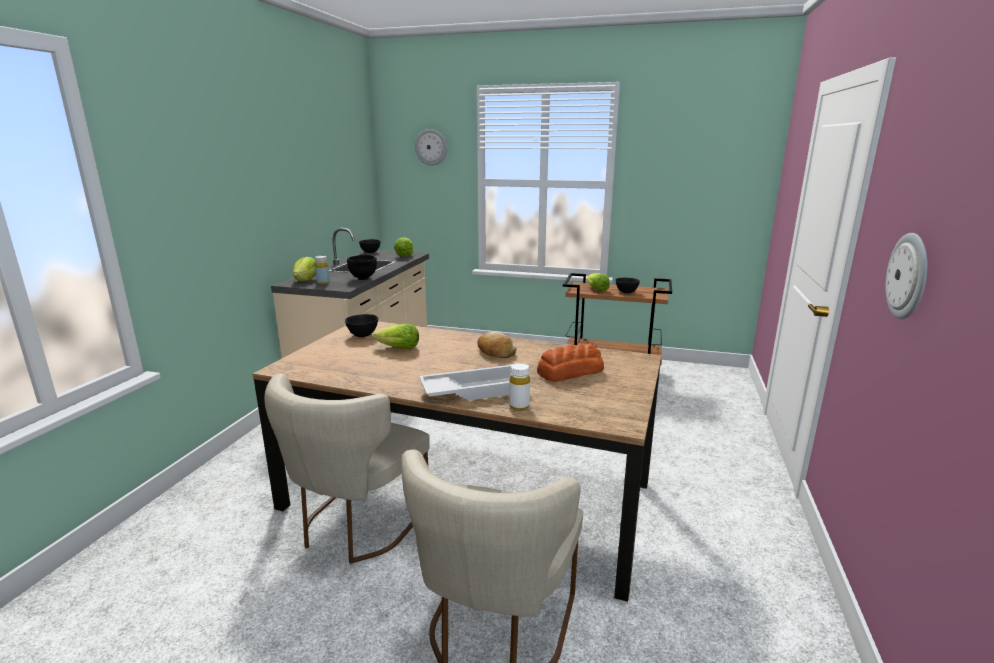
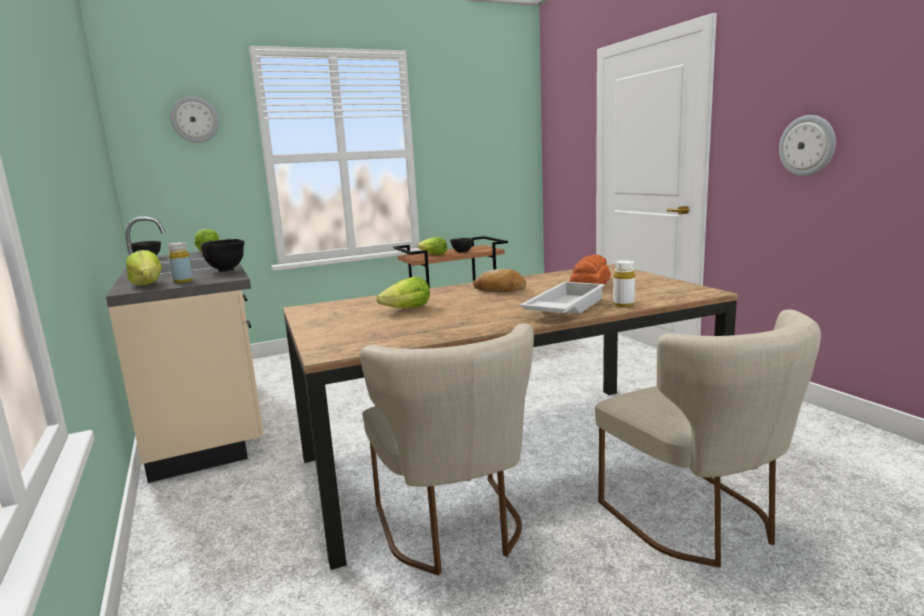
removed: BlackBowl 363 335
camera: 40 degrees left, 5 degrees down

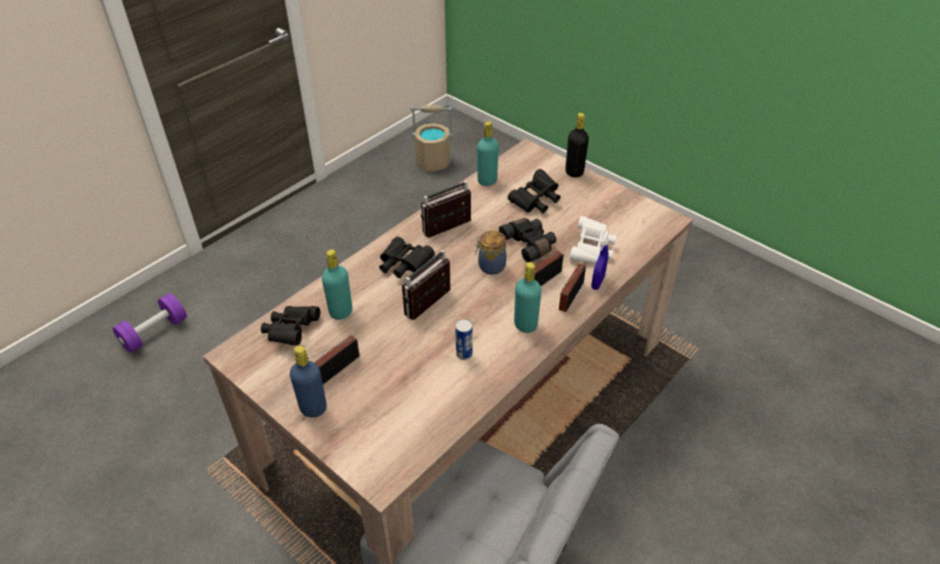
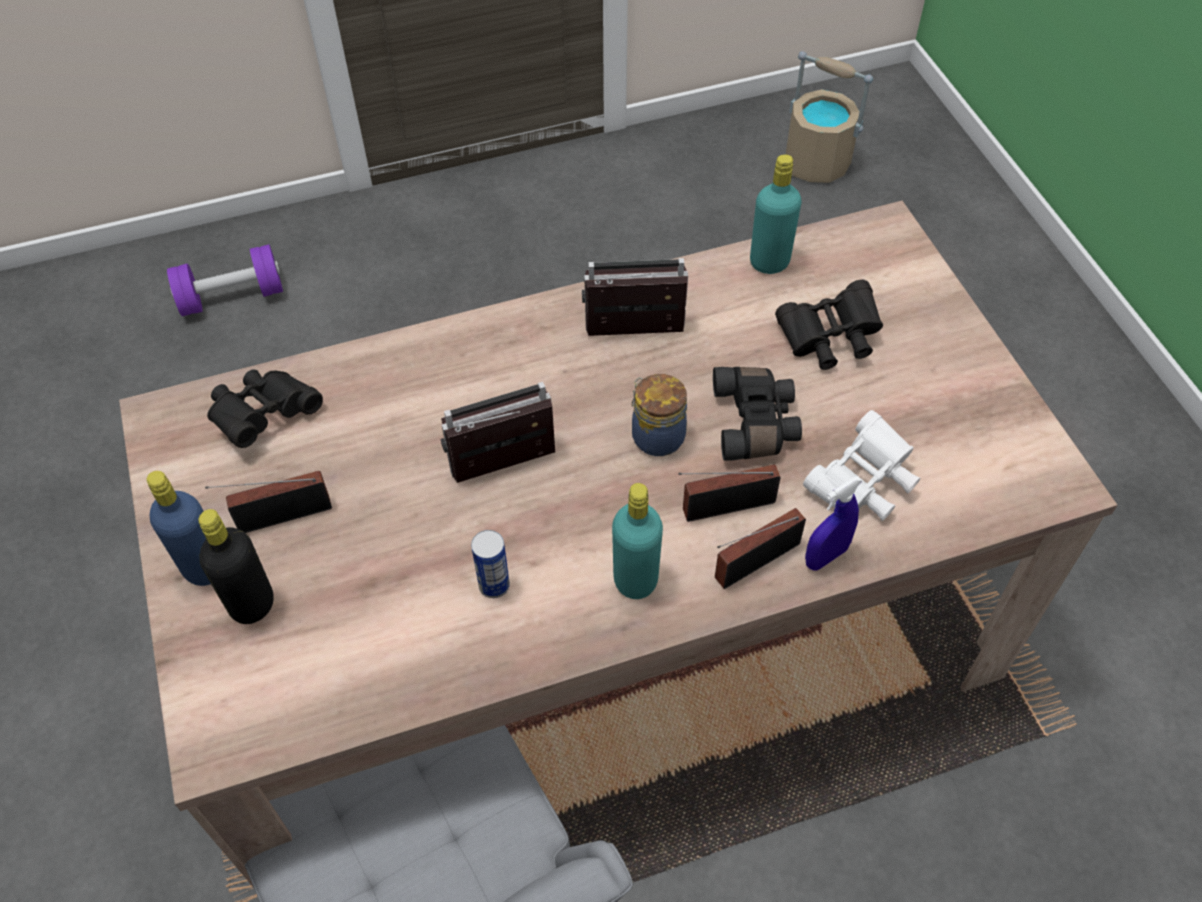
removed: BlackBinoculars 403 265; TurquoiseBottle 341 312
moved: BlackBottle 574 172 to 252 604
camera: 30 degrees right, 10 degrees up

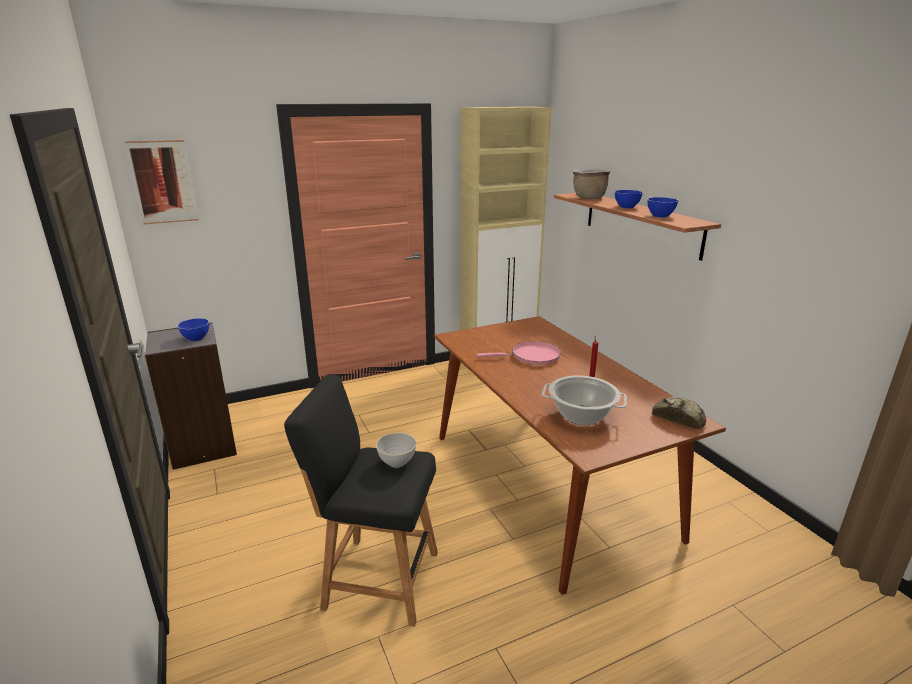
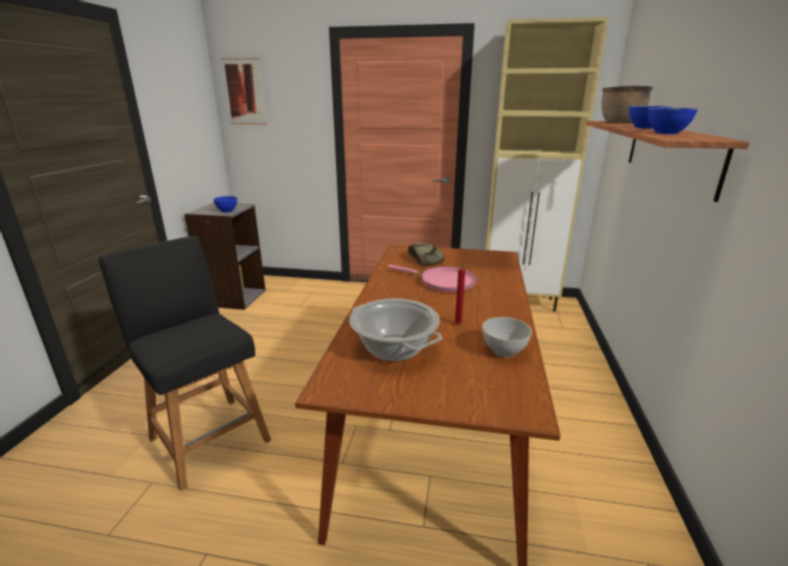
moved: Bread 679 417 to 425 259; GreyBowl 397 462 to 504 351
camera: 35 degrees right, 0 degrees up

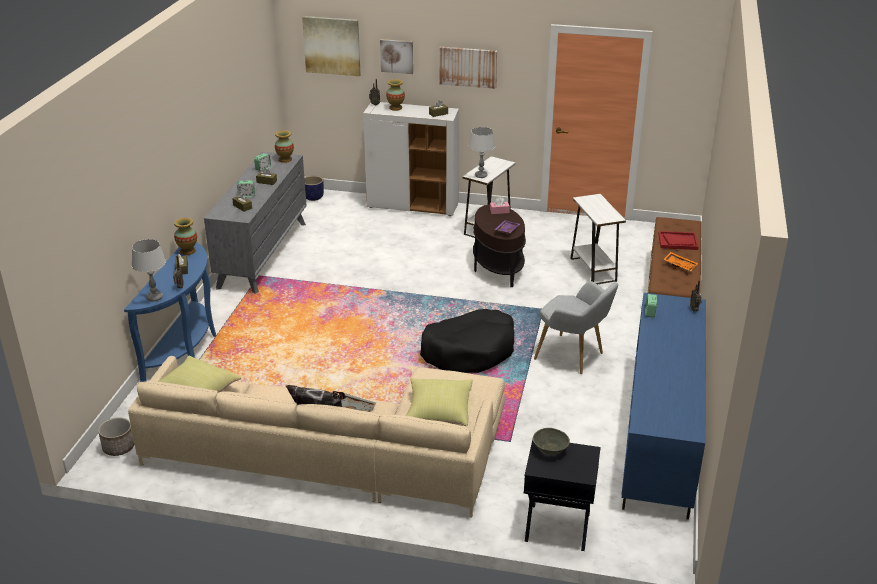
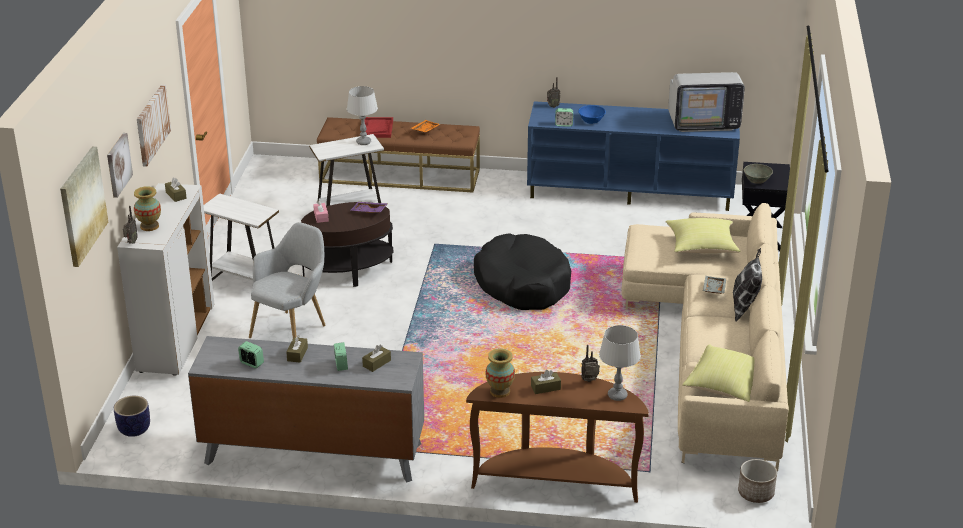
removed: Vase 285 159
added: Television 703 123; BlueBowl 591 120
moved: GreyTableLamp 481 175 to 363 142; GreyArmchair 573 357 to 293 330
recoloured: BlueConsoleTable 186 348 to BrownConsoleTable 556 481
camera: 95 degrees left, 0 degrees up

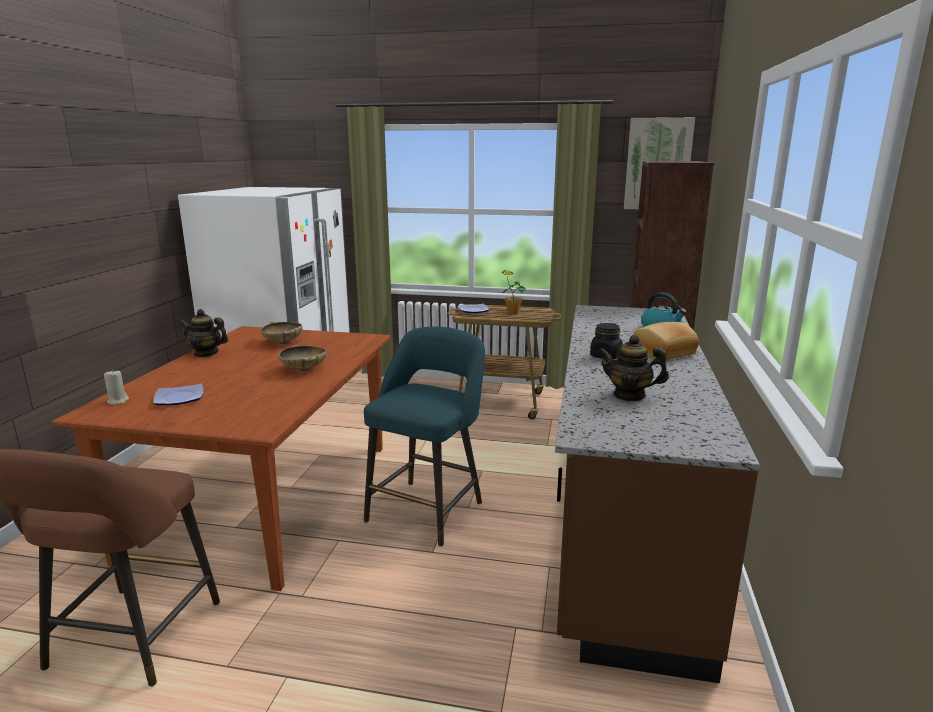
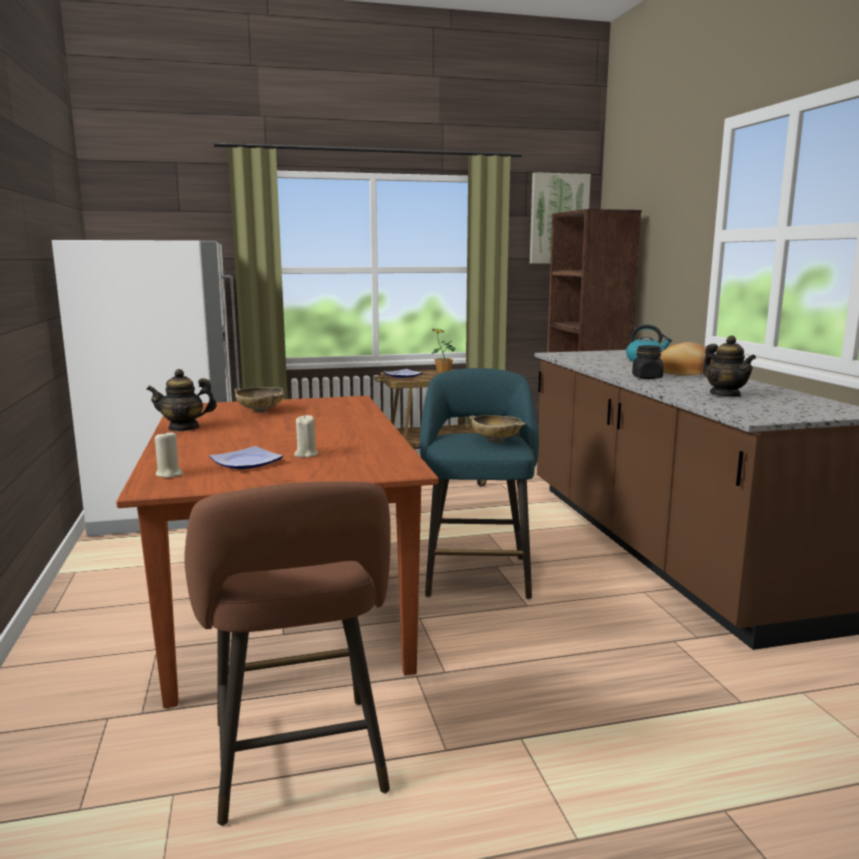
added: BeigeCandle 306 454
moved: BeigeBowl 304 369 to 496 440
turned: Teapot 629 395 = 725 395 105 degrees counterclockwise
camera: 25 degrees left, 5 degrees down

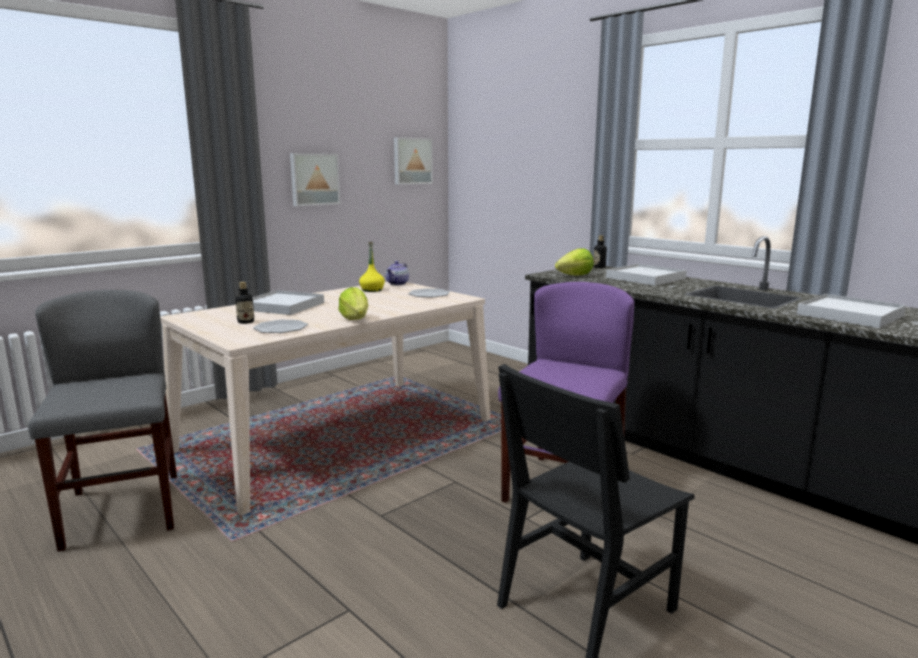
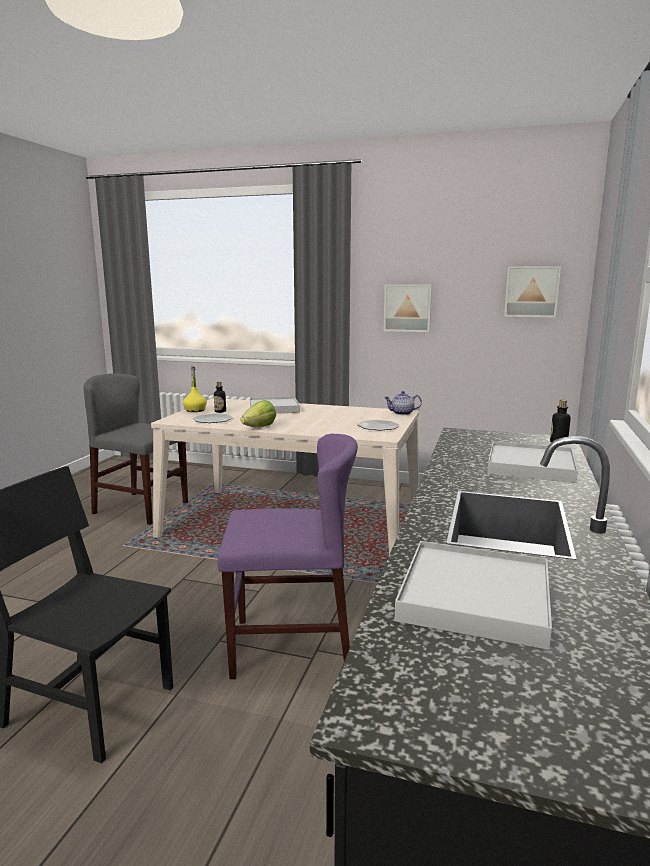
removed: Lettuce 575 275
moved: YellowBottle 372 290 to 195 410
turned: GreyChair 123 510 = 141 508 105 degrees counterclockwise
camera: 60 degrees right, 0 degrees up

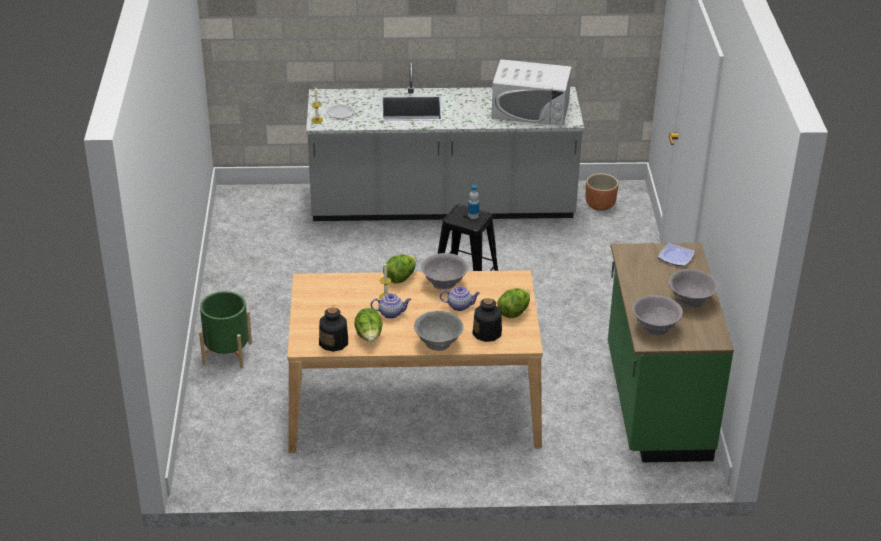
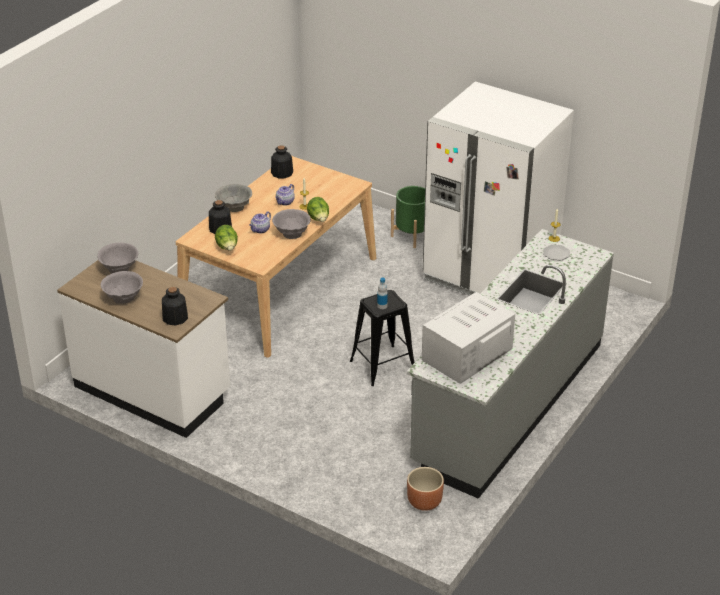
removed: Lettuce 369 337
added: WhiteFridge 490 275
replaced: Plate 676 257 to Bottle 175 318
recoloured: GreenCounter 655 404 to WhiteCounter 153 390
camera: 125 degrees right, 0 degrees up

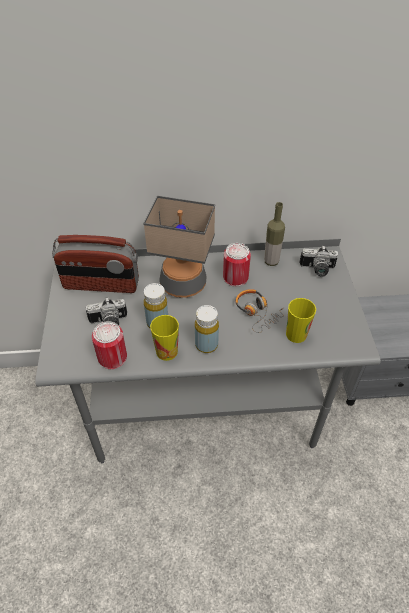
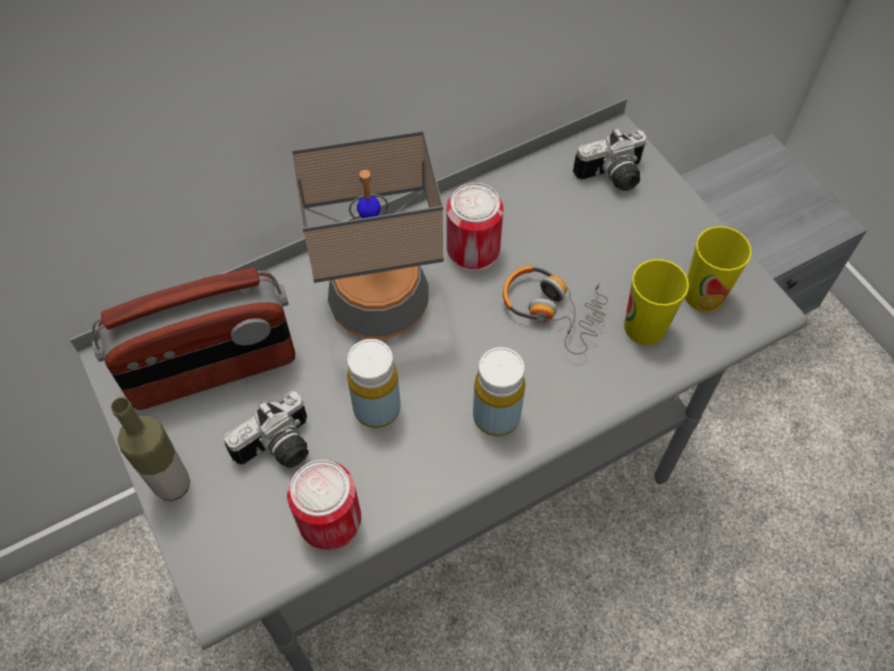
moved: Bottle 271 261 to 172 485; Cup 167 351 to 704 294
camera: 25 degrees left, 10 degrees up

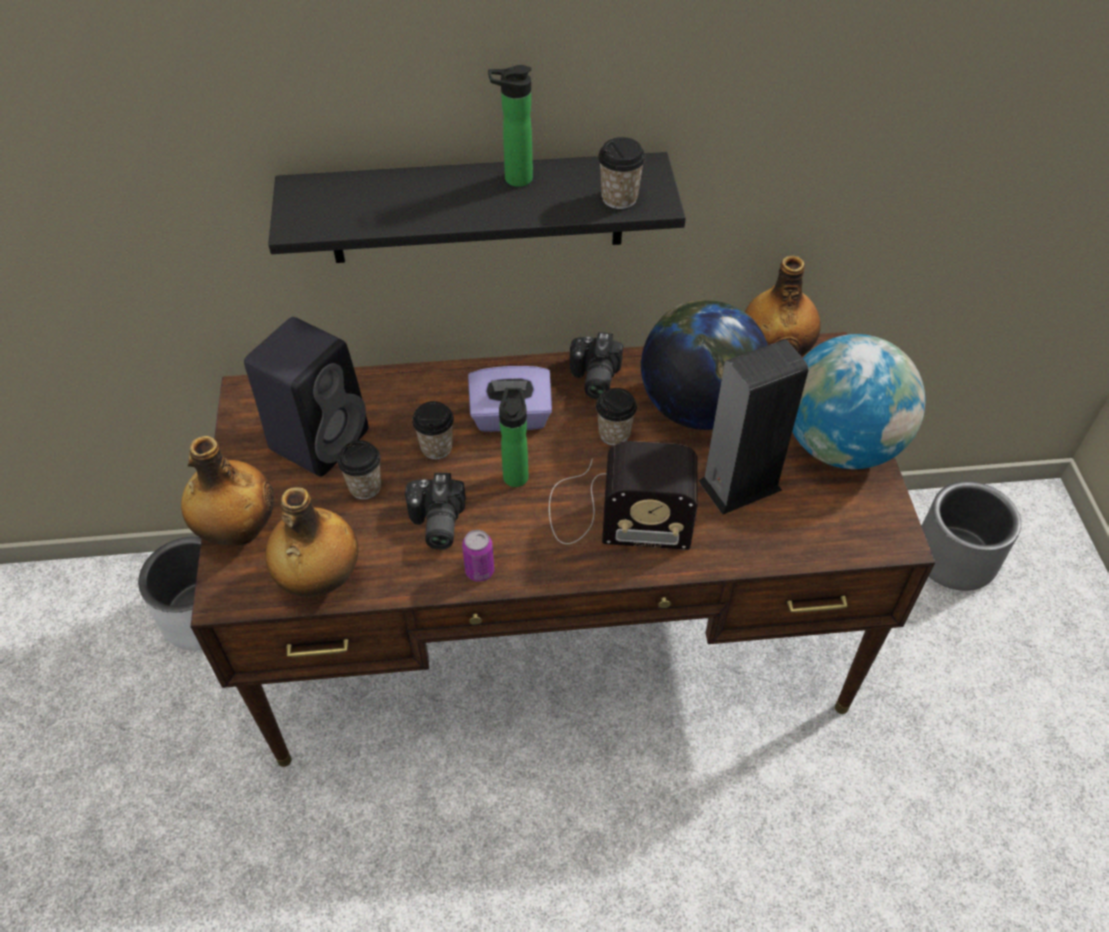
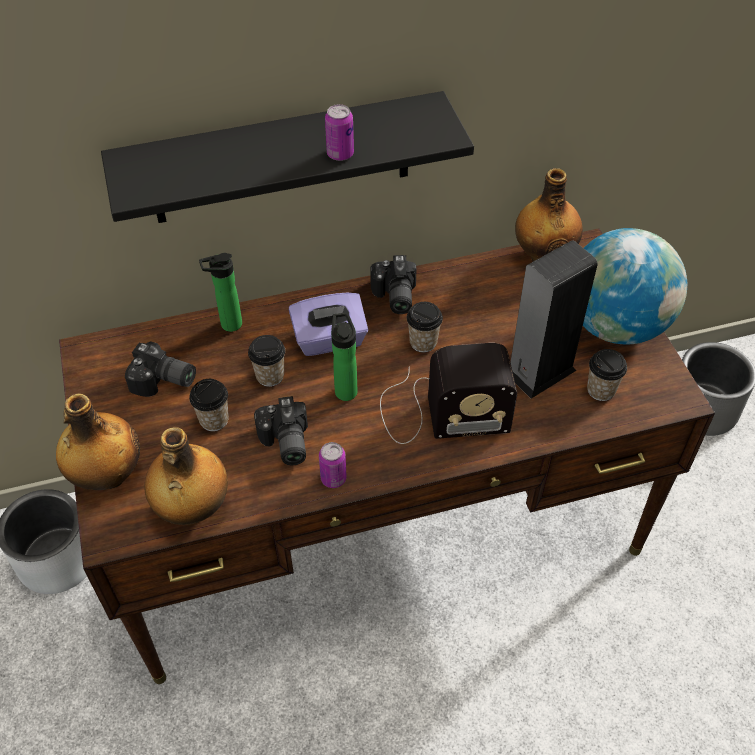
removed: Globe 698 408
added: Can 340 154
moved: Bottle 514 179 to 228 325; Cup 619 198 to 601 390
replaced: BlackSpeaker 321 437 to PhotoCamera 163 382
camera: 10 degrees left, 0 degrees up

